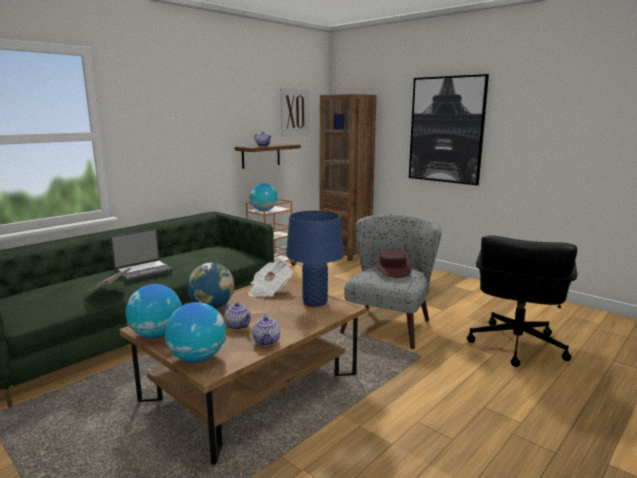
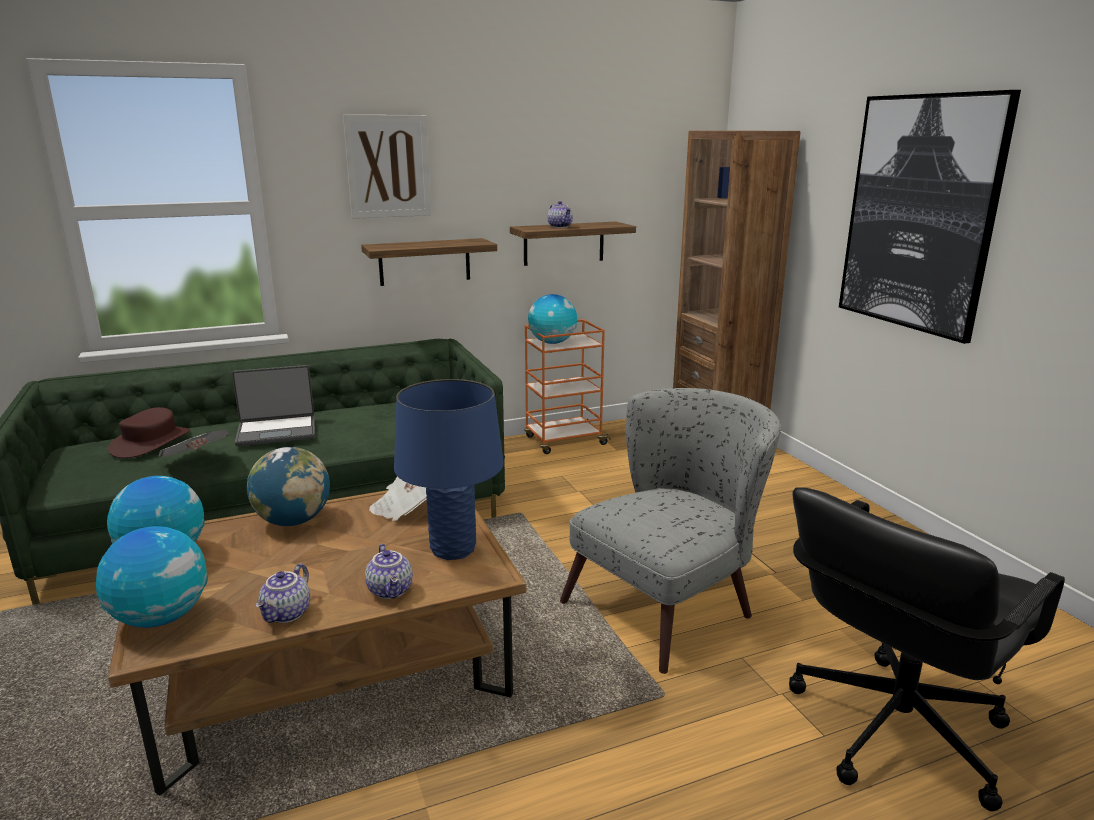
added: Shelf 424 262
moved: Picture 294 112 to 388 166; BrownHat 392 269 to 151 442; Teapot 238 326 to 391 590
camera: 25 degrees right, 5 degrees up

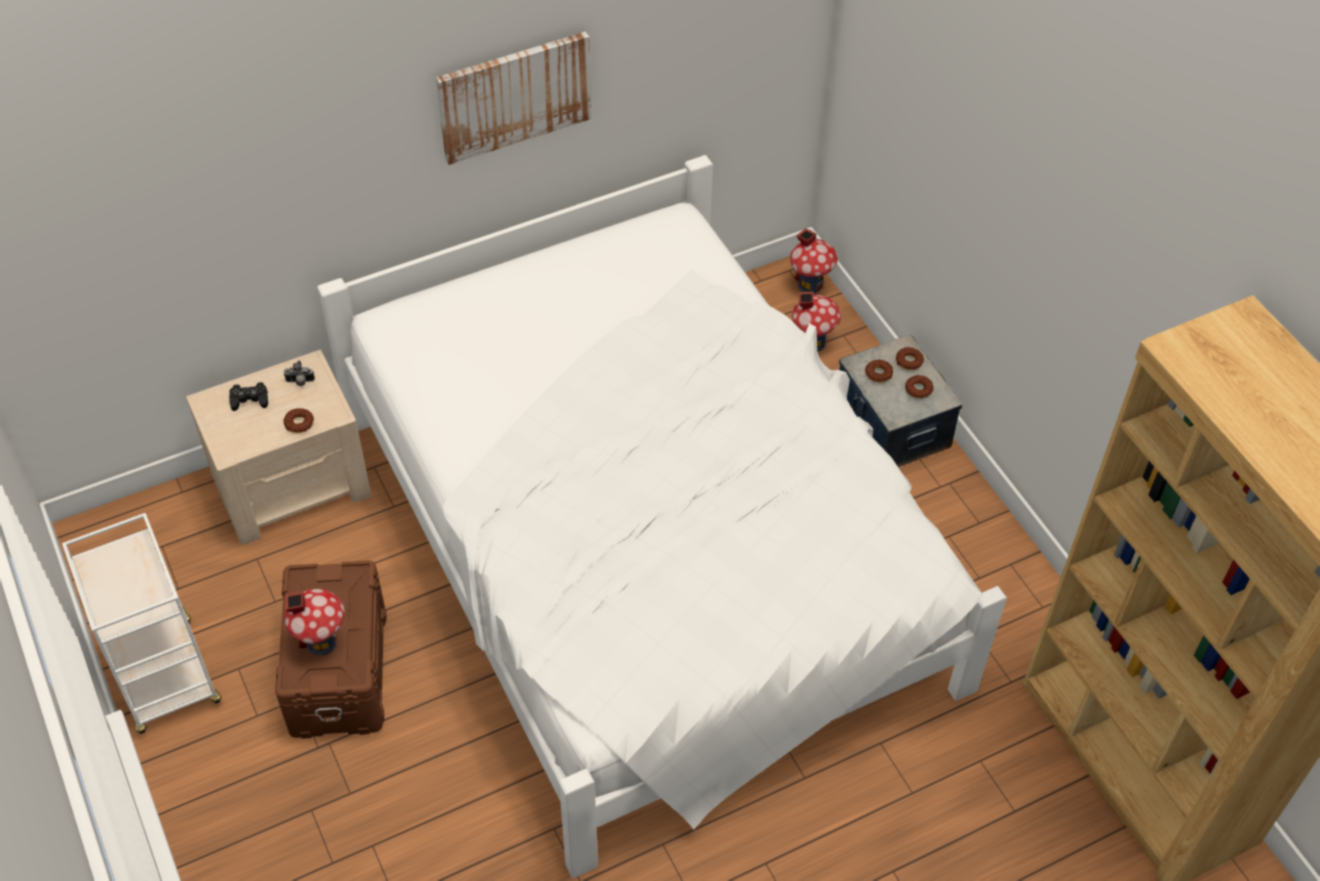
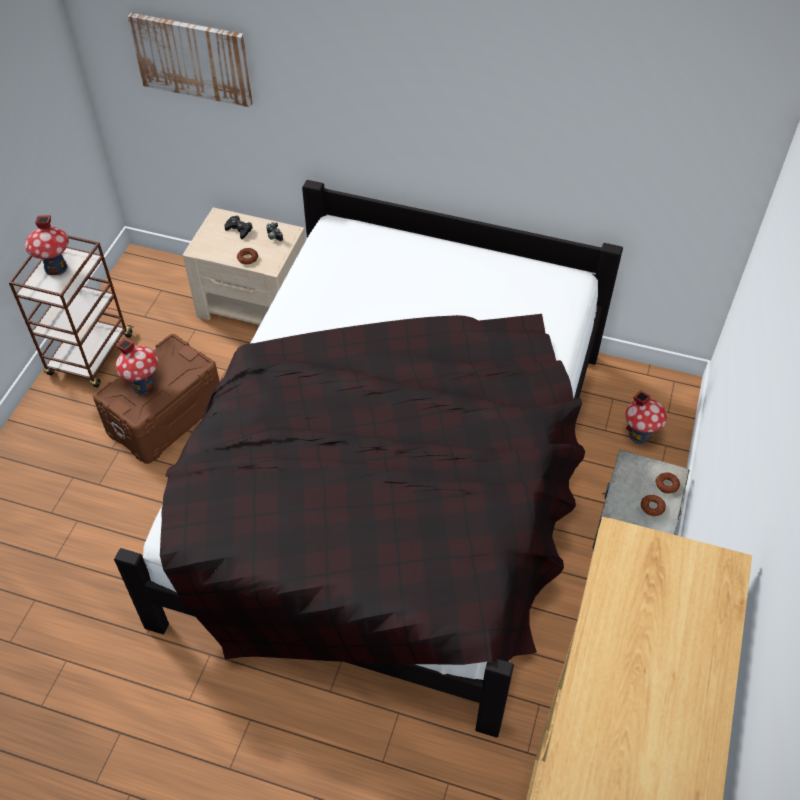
removed: Donut 878 373
moved: Picture 514 96 to 192 59; ToyHouse 810 285 to 56 268
recoloured: WhiteBed 649 552 to BlackBed 394 483; WhiteCart 166 677 to BrownCart 90 356
camera: 45 degrees right, 0 degrees up

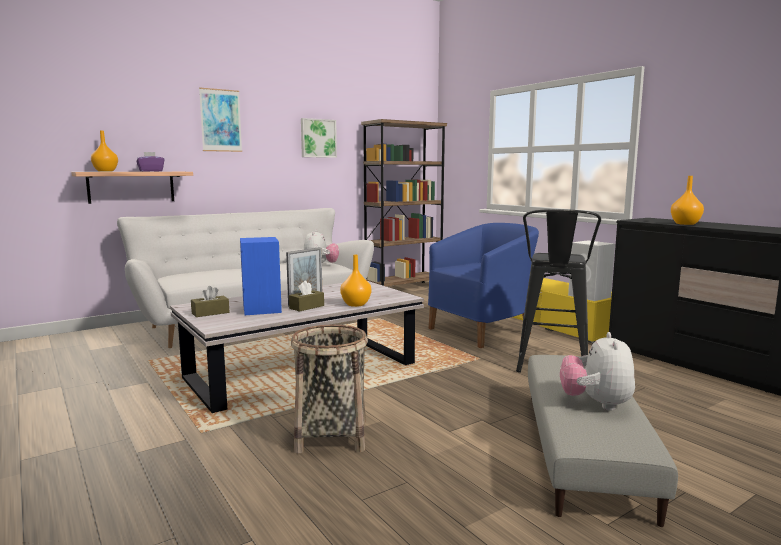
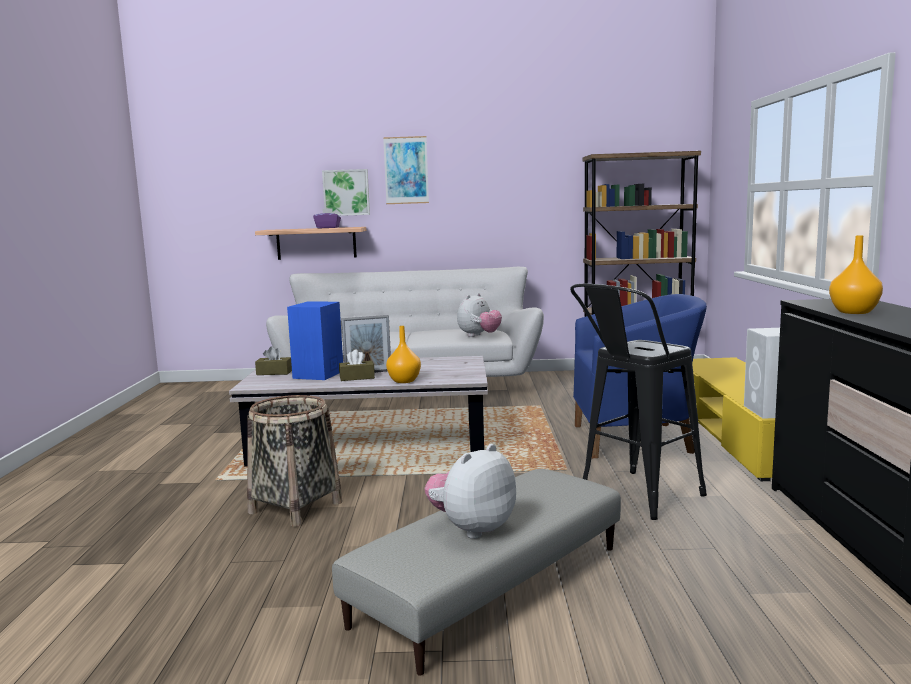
removed: OrangeVase 105 171
moved: Picture 318 138 to 346 192
camera: 35 degrees right, 0 degrees up

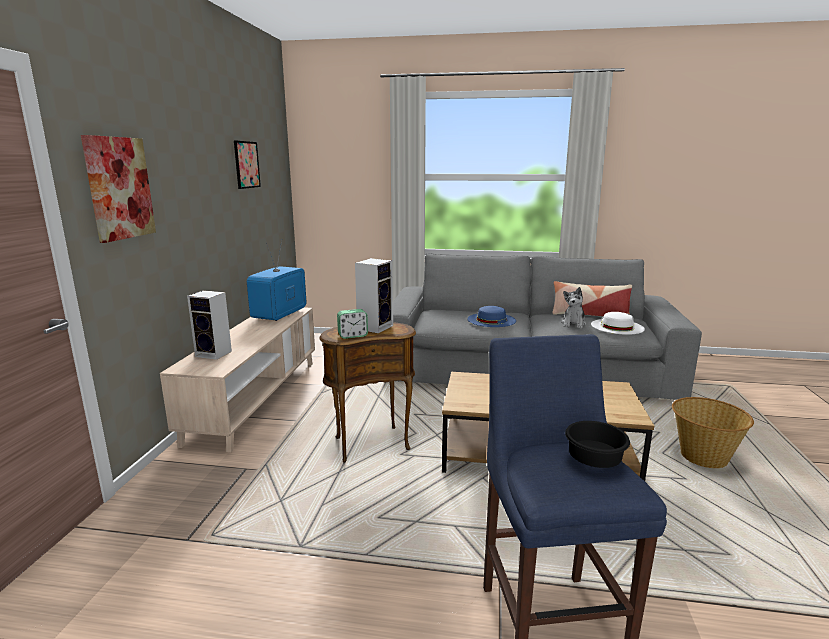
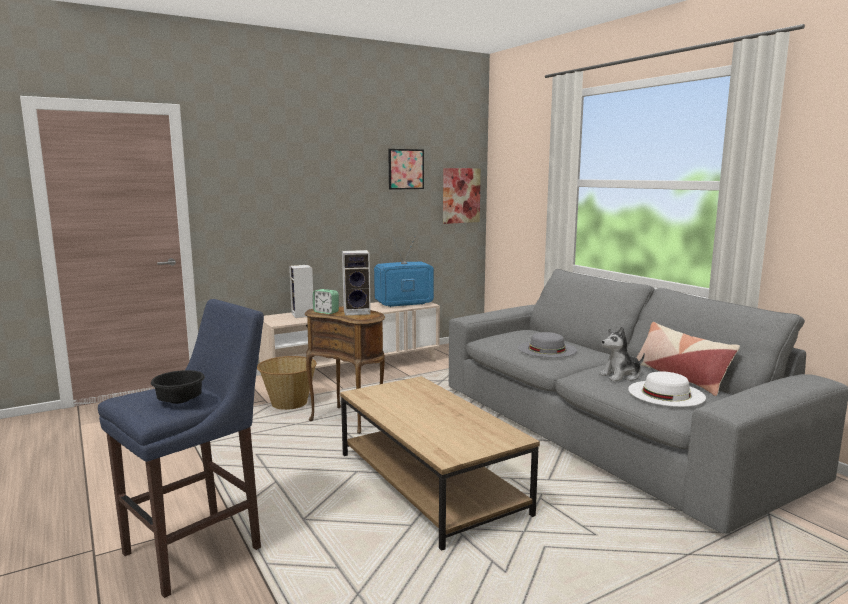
moved: Picture 119 188 to 461 195; Basket 703 457 to 288 403
recoloured: BlueHat 491 320 to GreyHat 547 349
camera: 50 degrees right, 5 degrees down

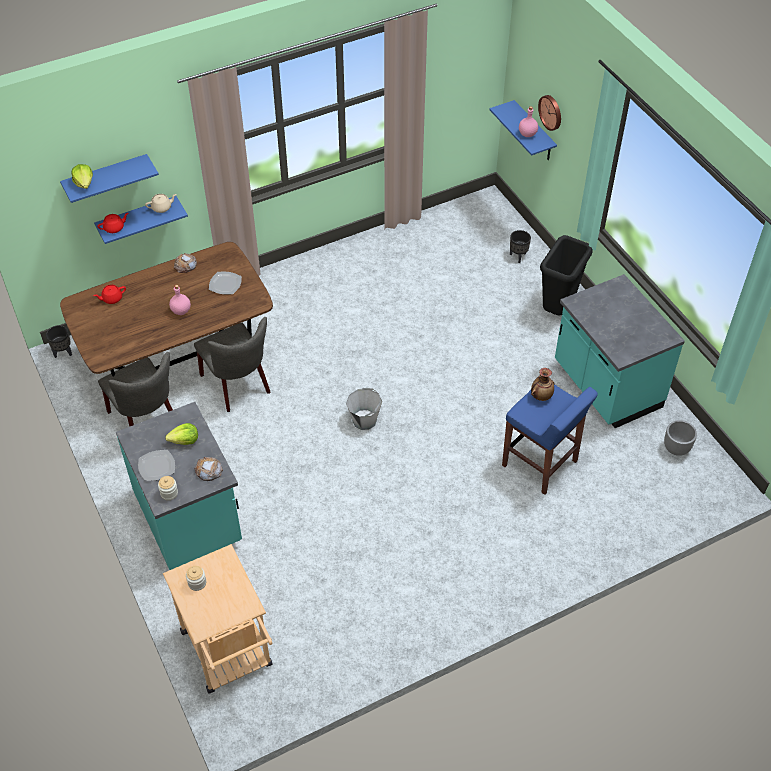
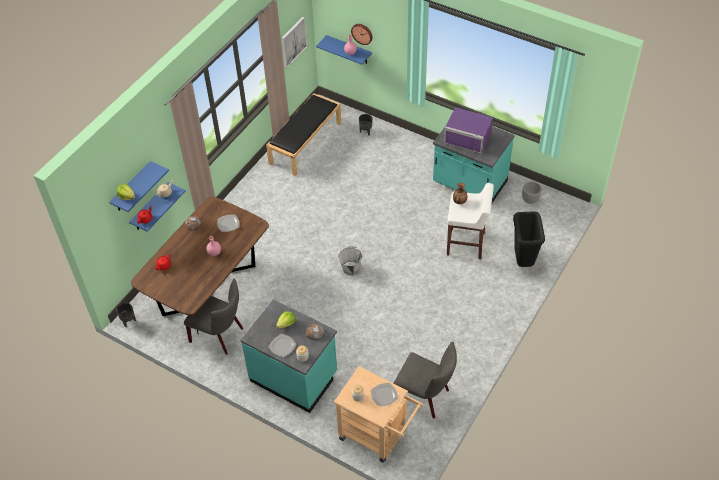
added: Picture 293 42; BlackBench 305 143; PurpleMicrowave 469 137; Plate 383 395
moved: BlackTrashCan 558 310 to 523 262; GreyChair 238 386 to 425 397
recoloured: BlueStool 540 464 to WhiteStool 466 244
camera: 30 degrees left, 0 degrees up

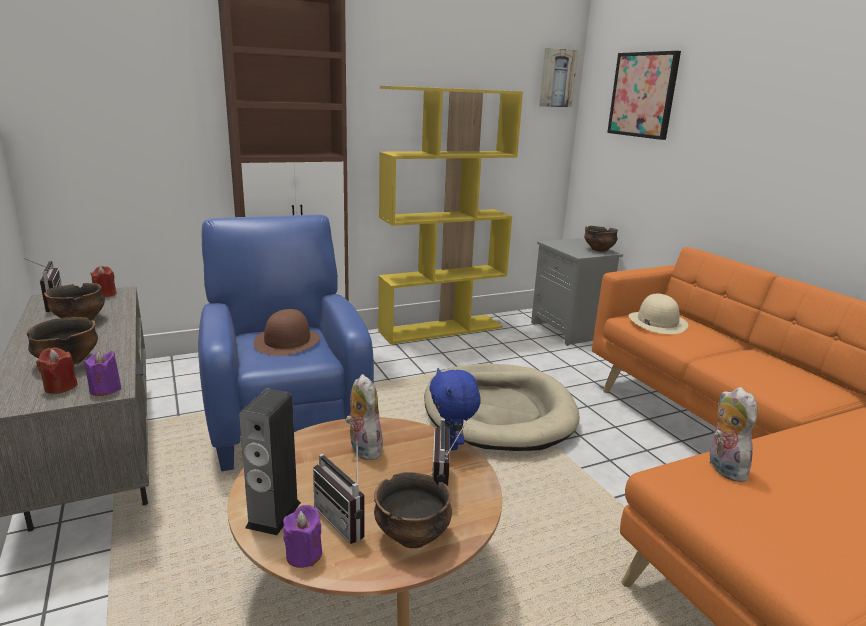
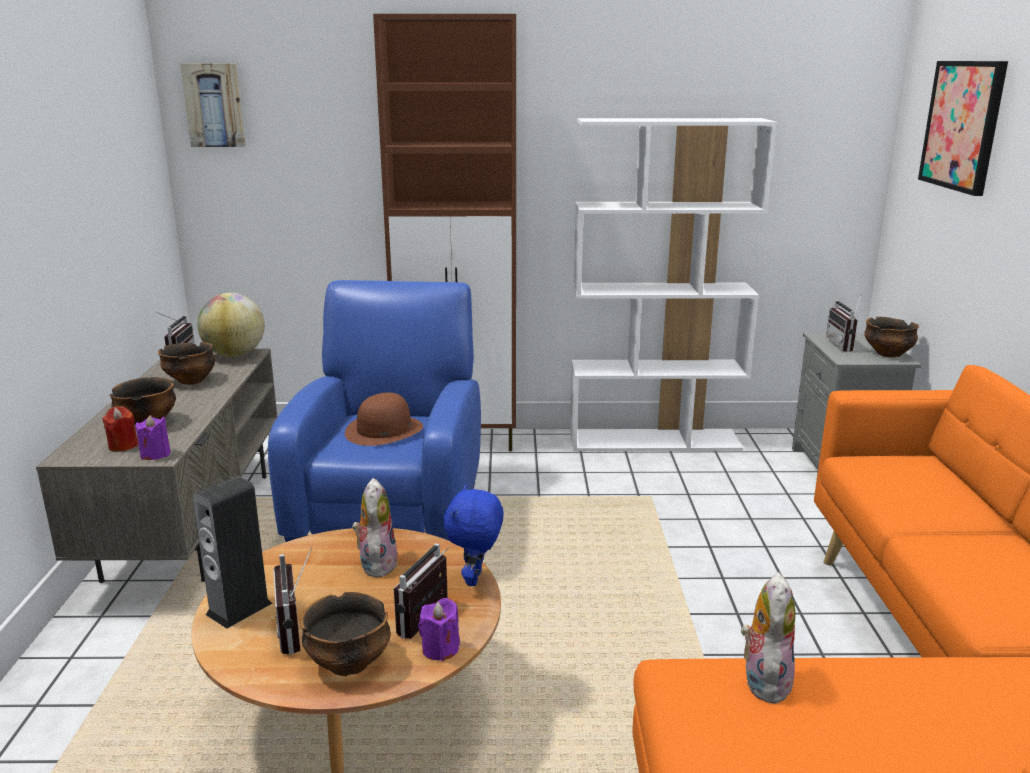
removed: BeigeHat 657 322; BeigeDogBed 498 411
added: Radio 844 345
moved: Picture 557 78 to 214 105; PurpleCandle 304 555 to 440 649
replaced: RedCandle 105 294 to Globe 235 355
recoloured: YellowBookcase 441 329 to WhiteBookcase 655 440
camera: 25 degrees right, 0 degrees up

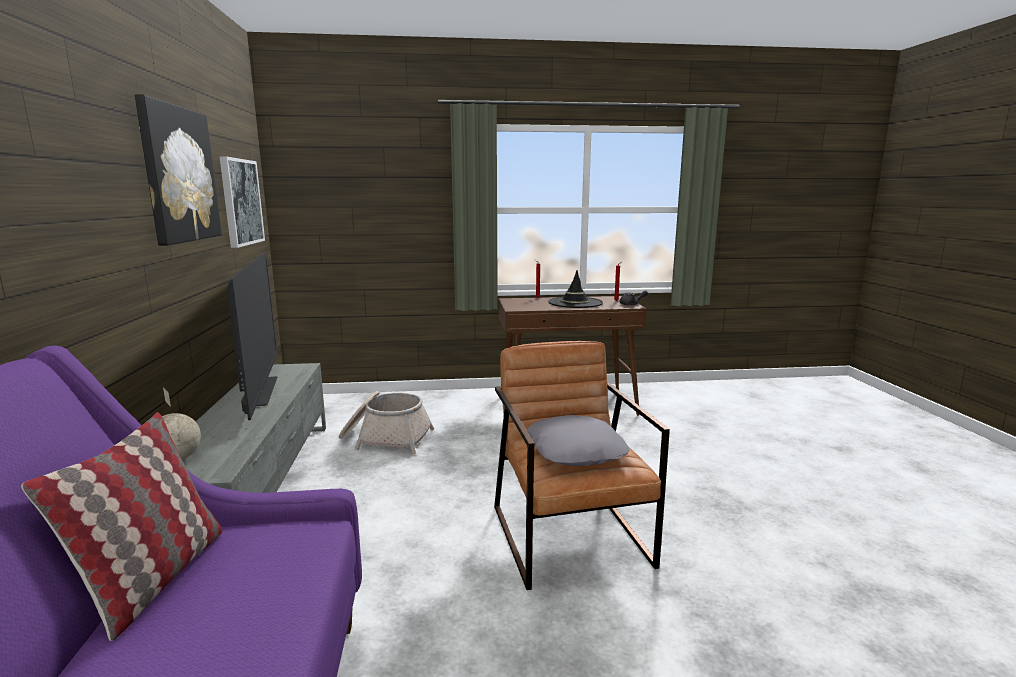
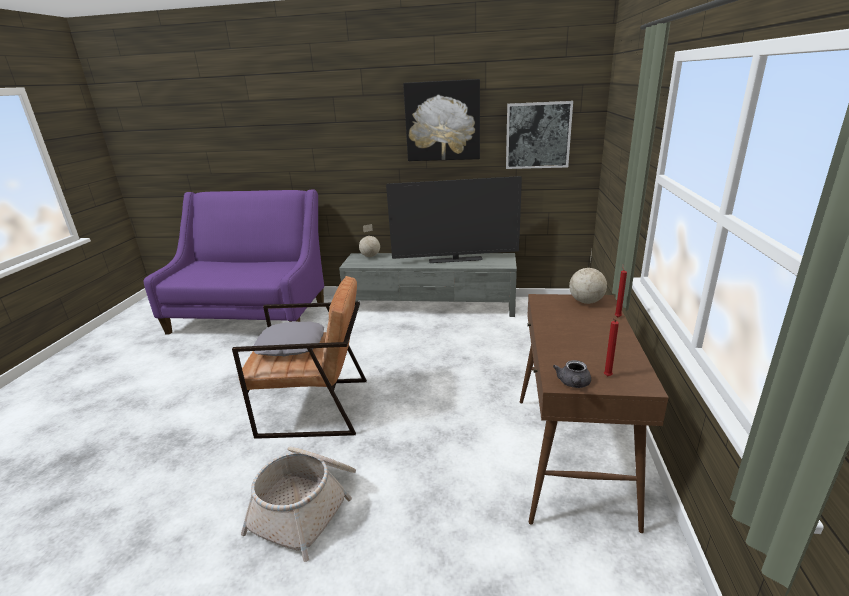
removed: BlackHat 575 303; Pillow 154 578
added: Globe 586 301
moved: Basket 385 438 to 307 505
camera: 105 degrees right, 10 degrees up

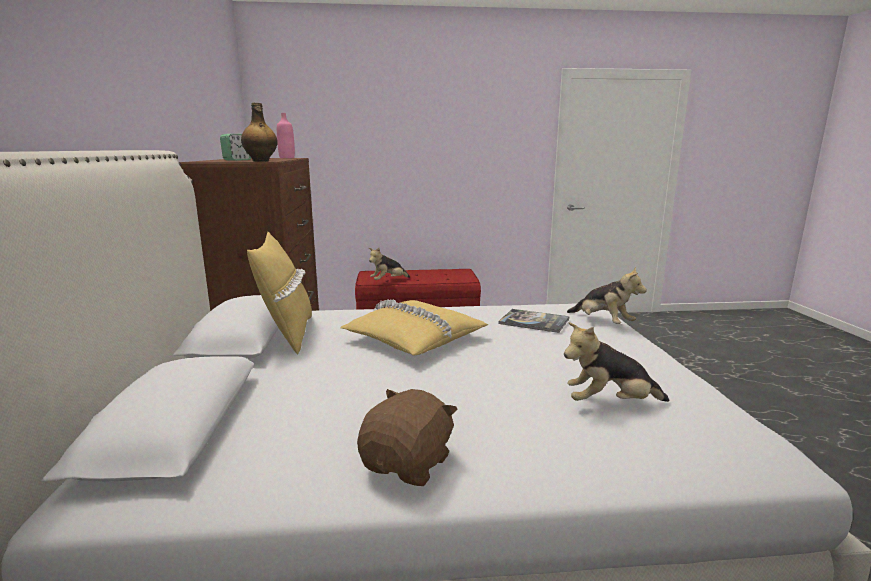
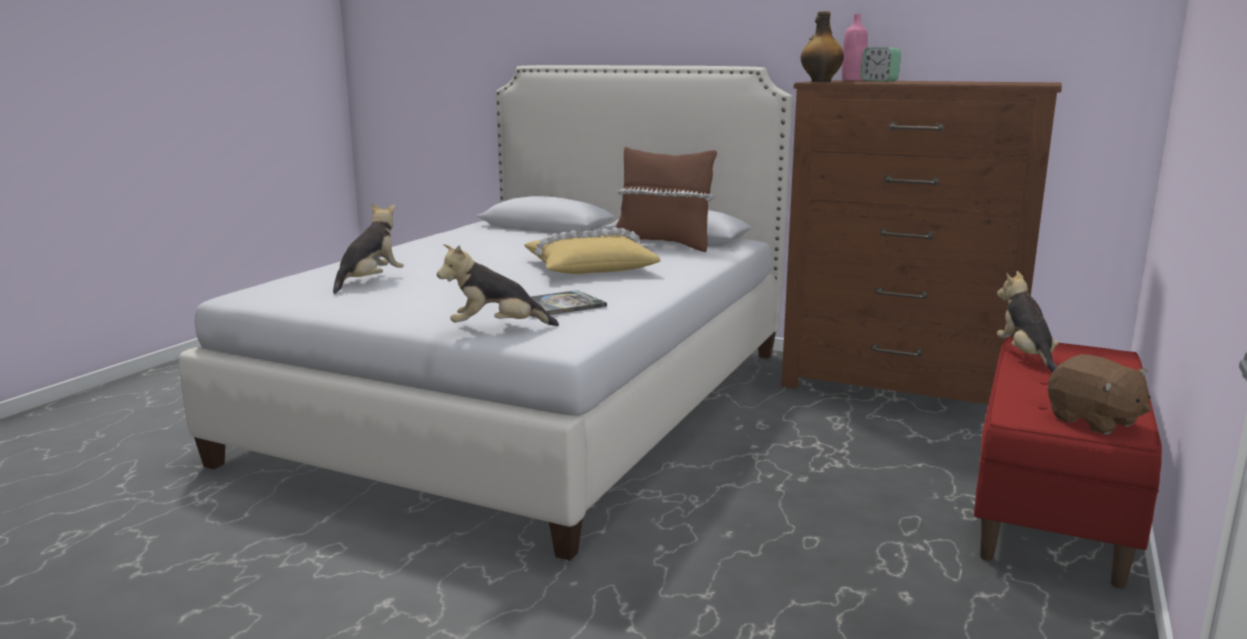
moved: PinkBottle 287 158 to 853 80; BrownPlushToy 408 464 to 1093 421
recoloured: YellowPillow 287 335 to BrownPillow 663 245
camera: 120 degrees right, 0 degrees up

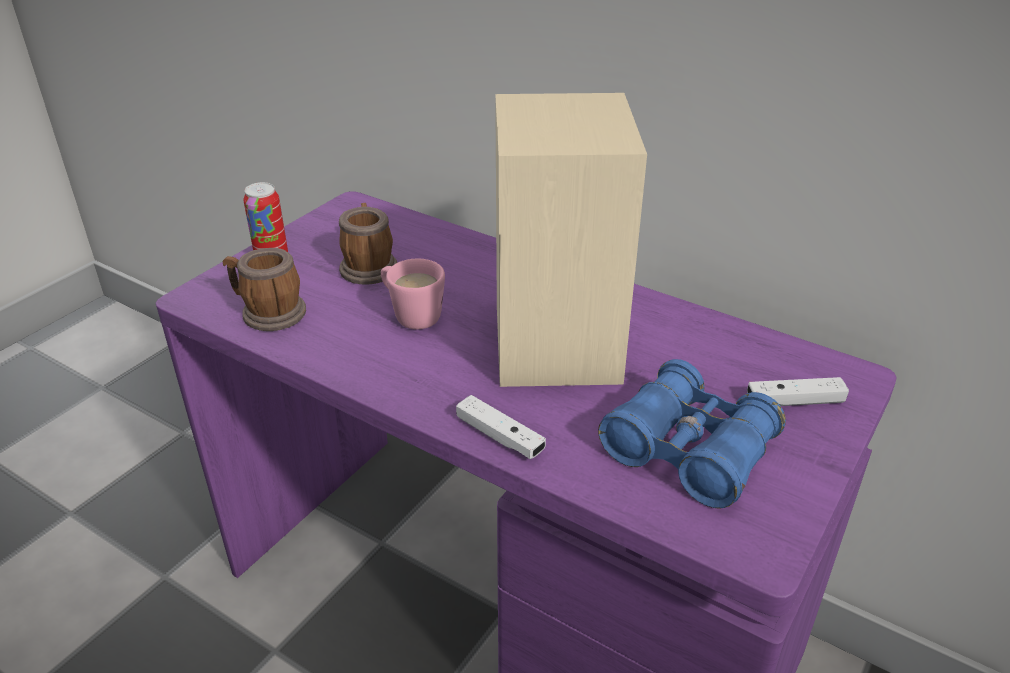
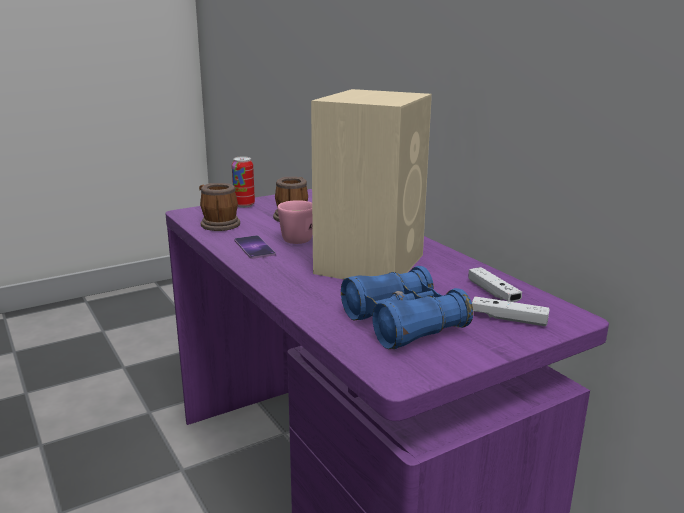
added: Phone 254 247
moved: WhiteGameController 499 437 to 493 292
camera: 25 degrees right, 15 degrees down

